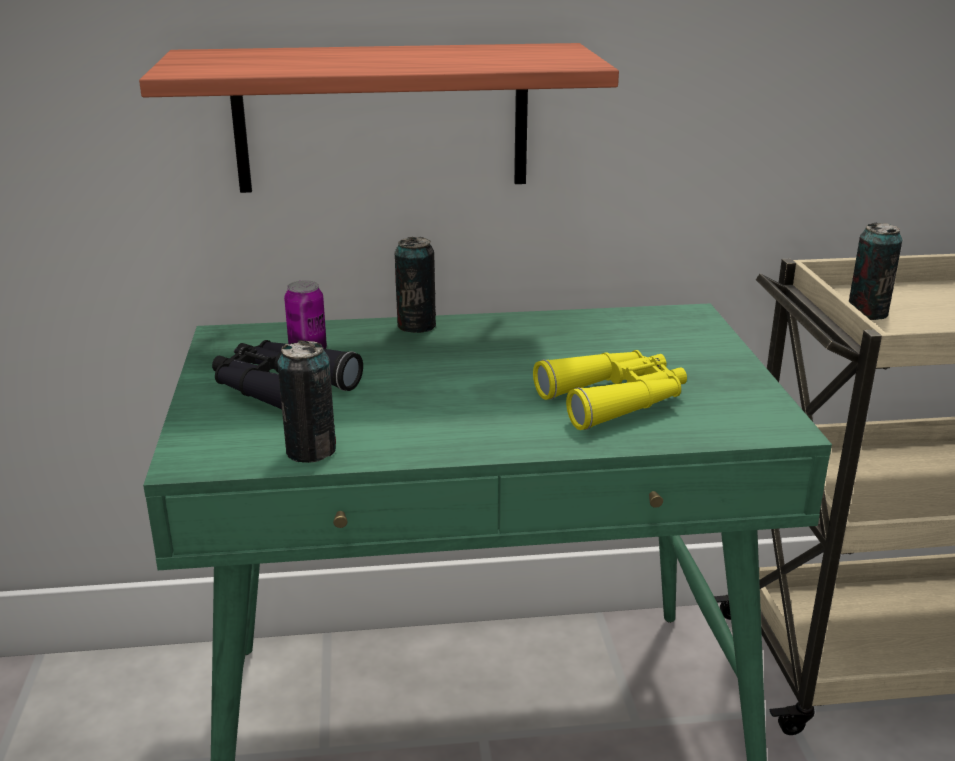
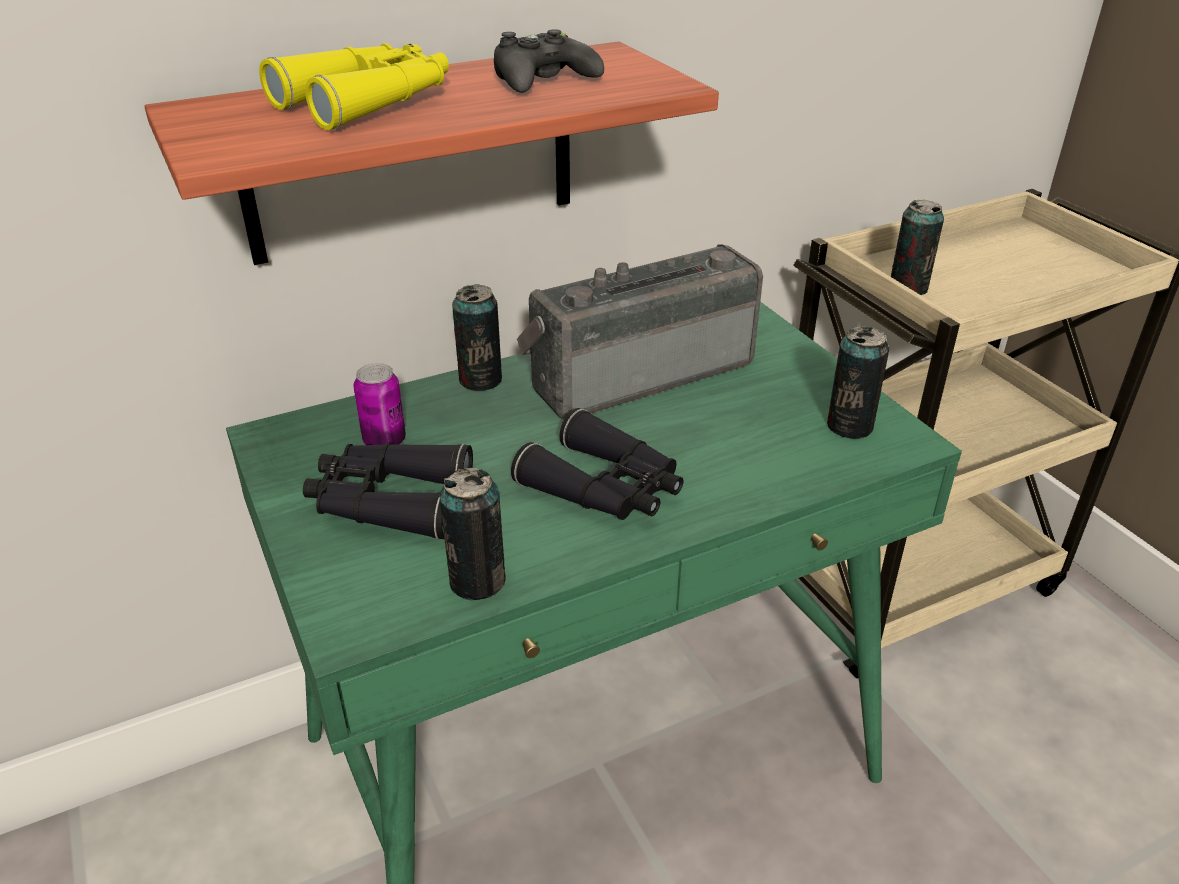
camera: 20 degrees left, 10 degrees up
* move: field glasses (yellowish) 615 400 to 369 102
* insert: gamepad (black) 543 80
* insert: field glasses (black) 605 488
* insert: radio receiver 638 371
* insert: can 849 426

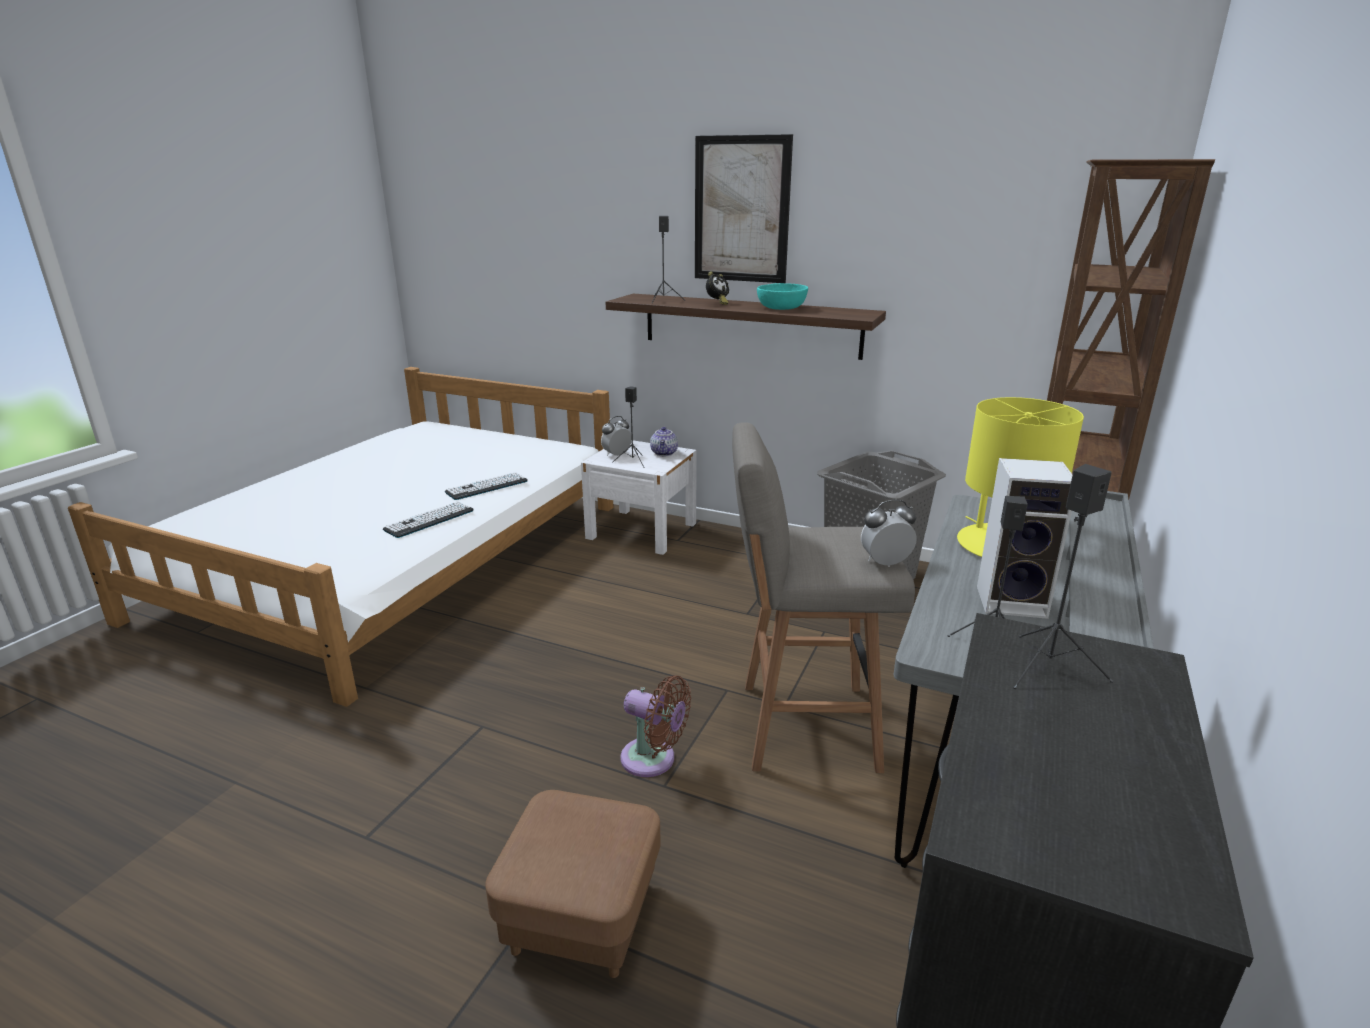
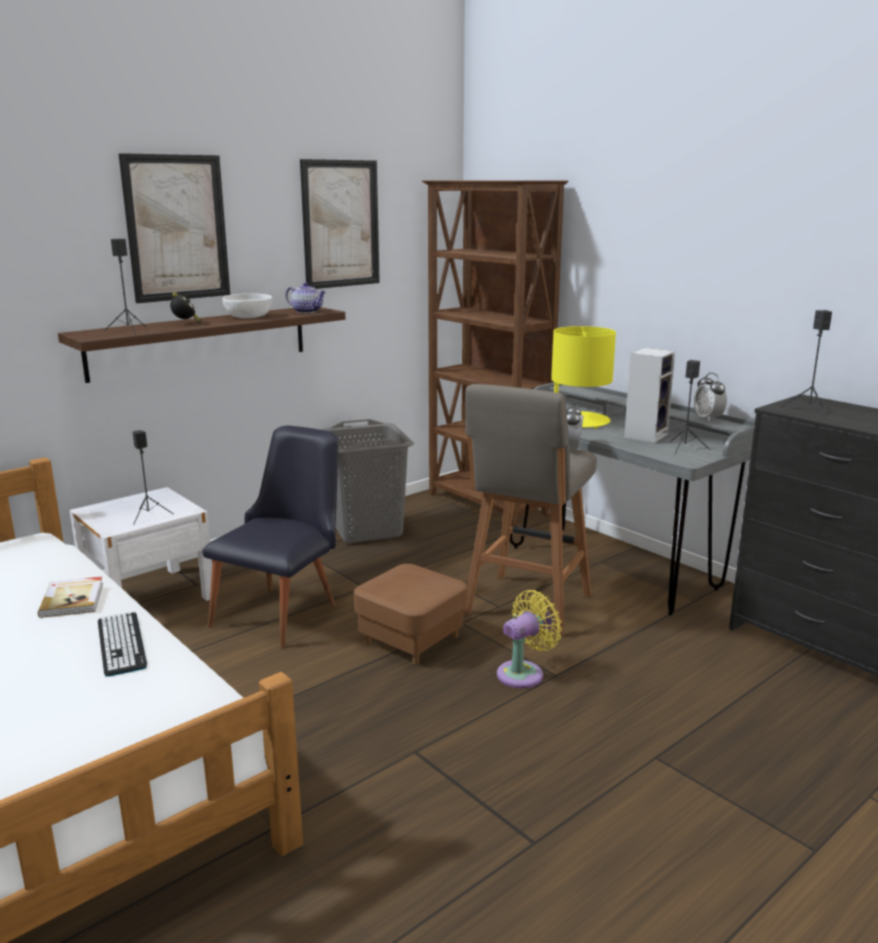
camera: 65 degrees left, 5 degrees down
* replace: keyboard 487 487 to volume 73 599
* insert: plain chair (black) 284 610
* recolor: bowl (blue-green) 781 308 to bowl (white) 248 316
* move: teapot 664 453 to 307 312
* insert: picture 341 224
* move: pouffe (brown) 581 916 to 411 639
* recolor: fan (brown) 653 760 to fan (yellowish) 524 673
* move: table clock 617 455 to 708 418

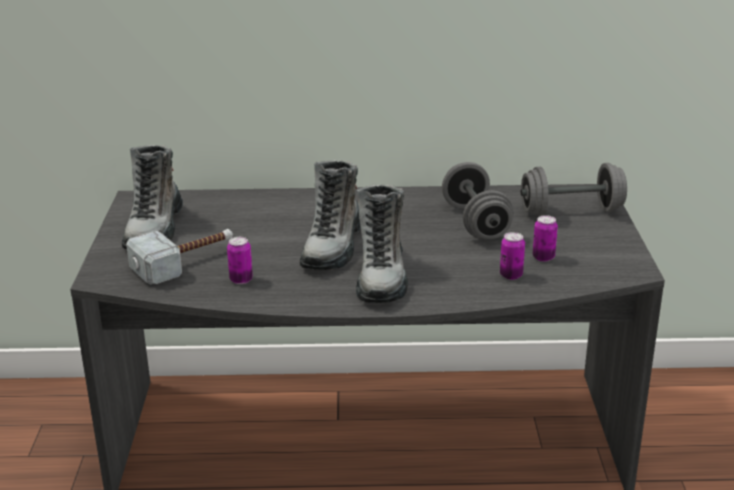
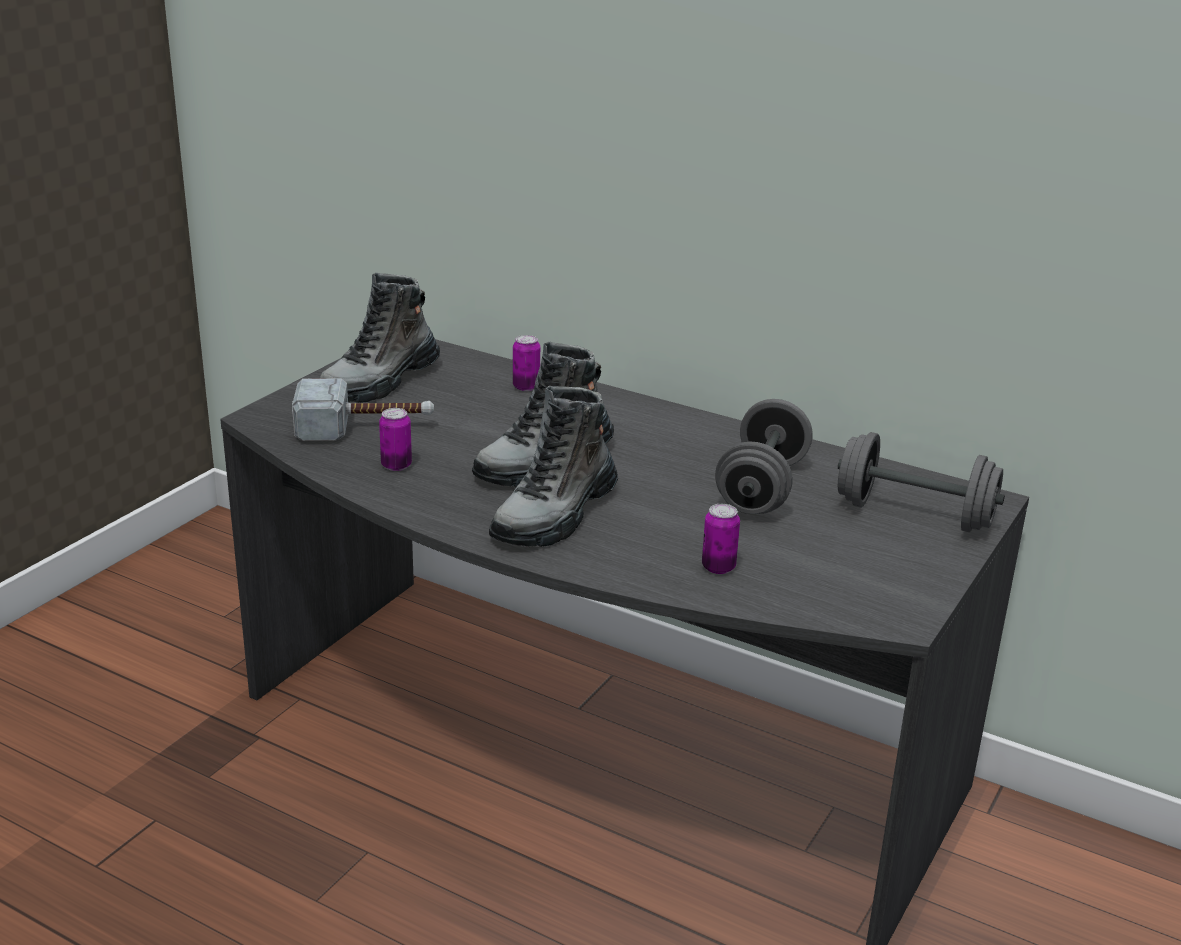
camera: 30 degrees right, 0 degrees up
* move: can 543 257 to 526 387

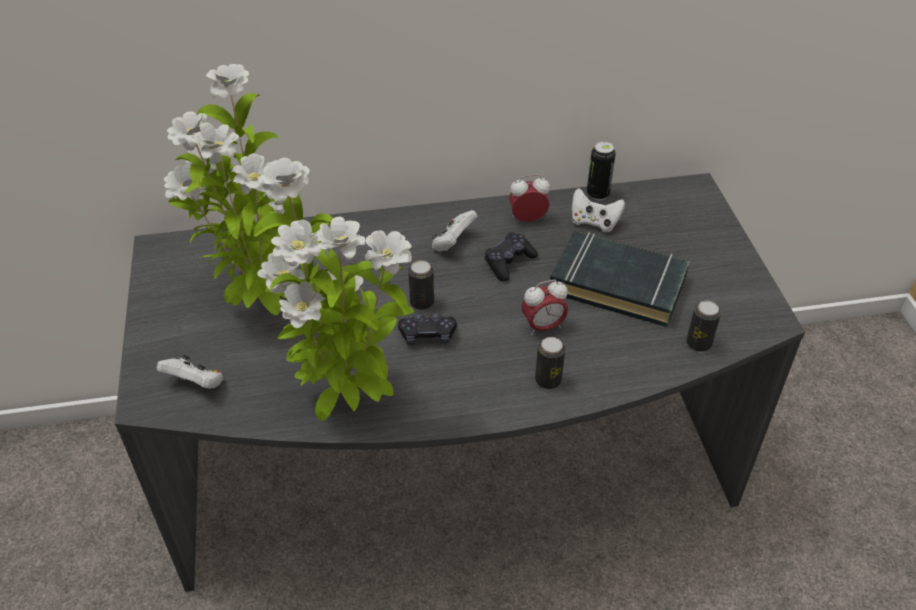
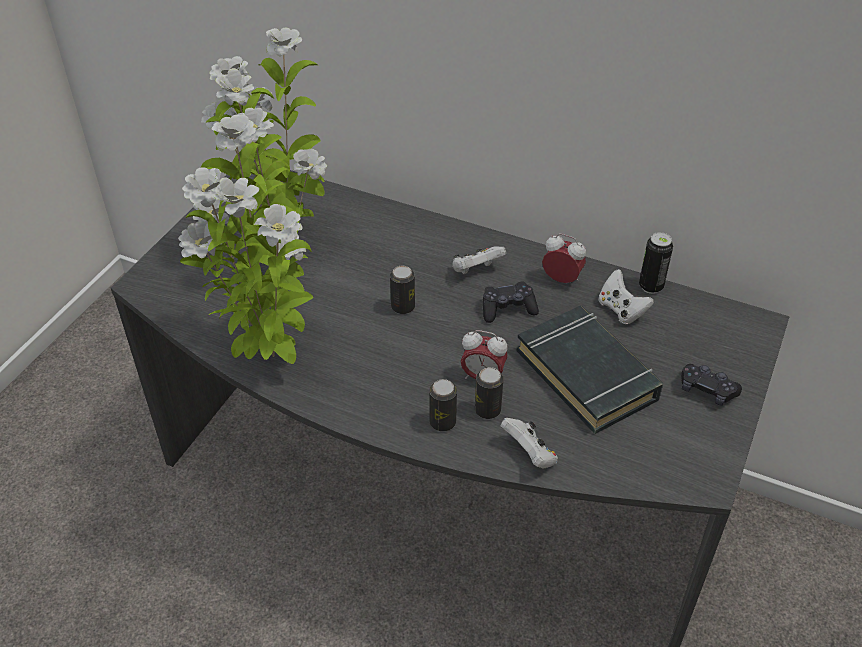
camera: 35 degrees right, 0 degrees up
* move: can 698 343 to 487 410
* move: gamepad (white) 196 384 to 529 455
* move: gamepad (black) 427 335 to 707 390

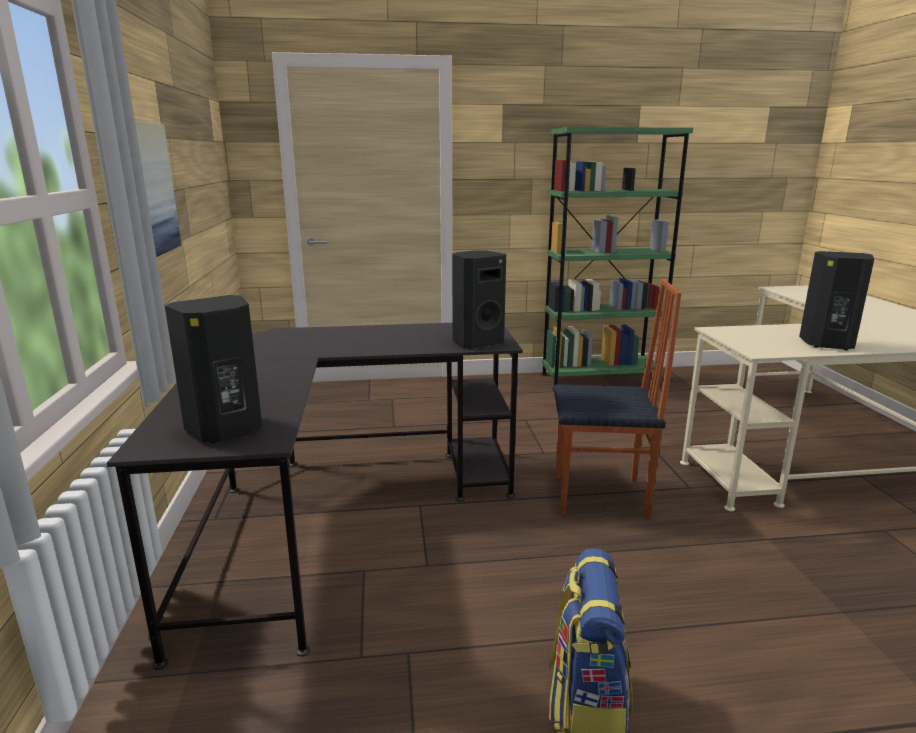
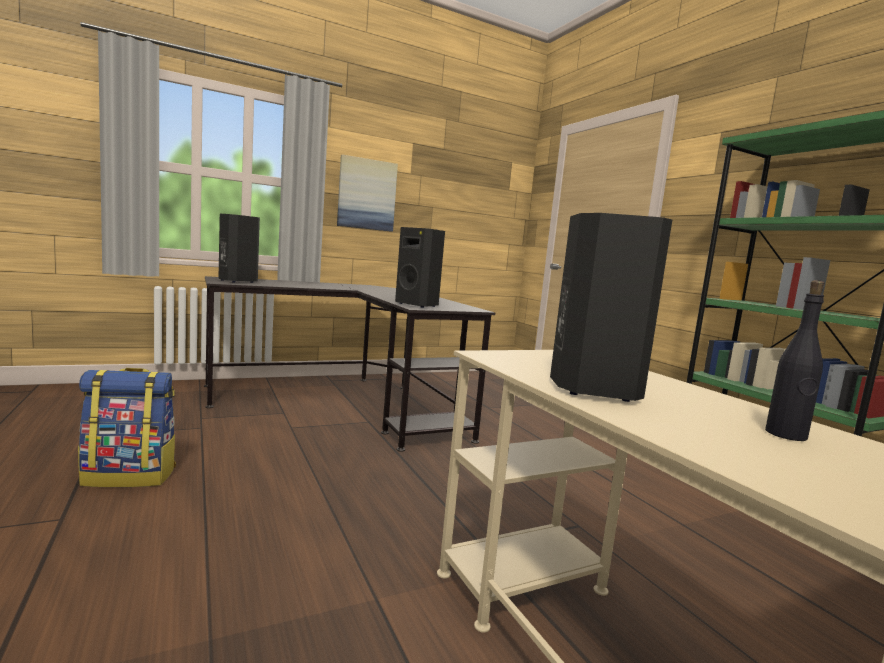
camera: 70 degrees right, 10 degrees down
* insert: bottle (black) 786 435
* delete: plain chair 601 497

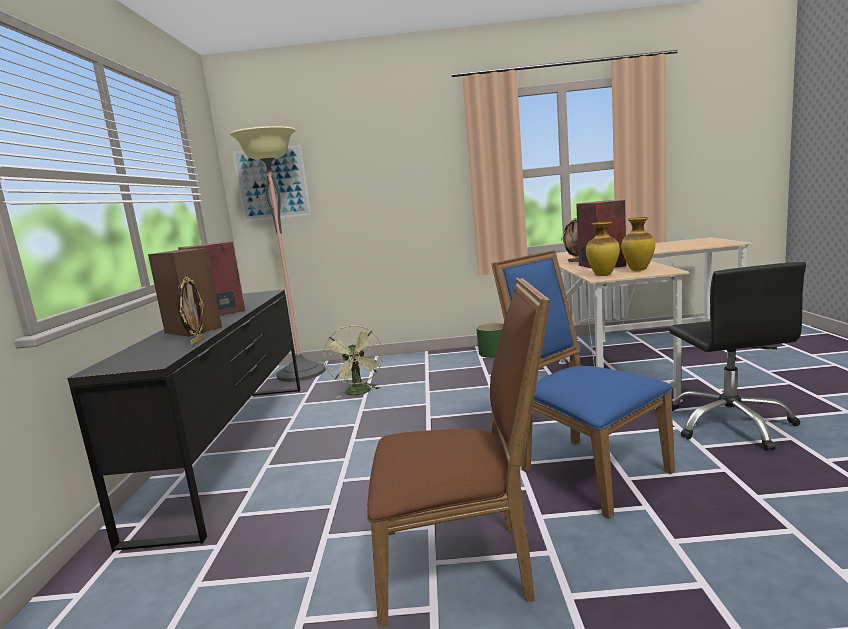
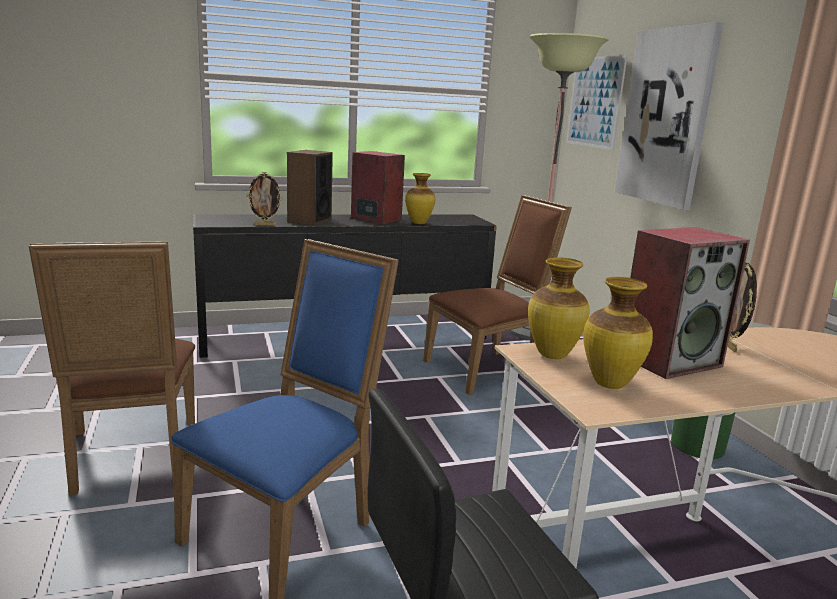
camera: 70 degrees right, 5 degrees up
* insert: flower vase 419 223
* replace: fan (green) 360 393 to plain chair (brown) 487 369
* insert: picture 666 117

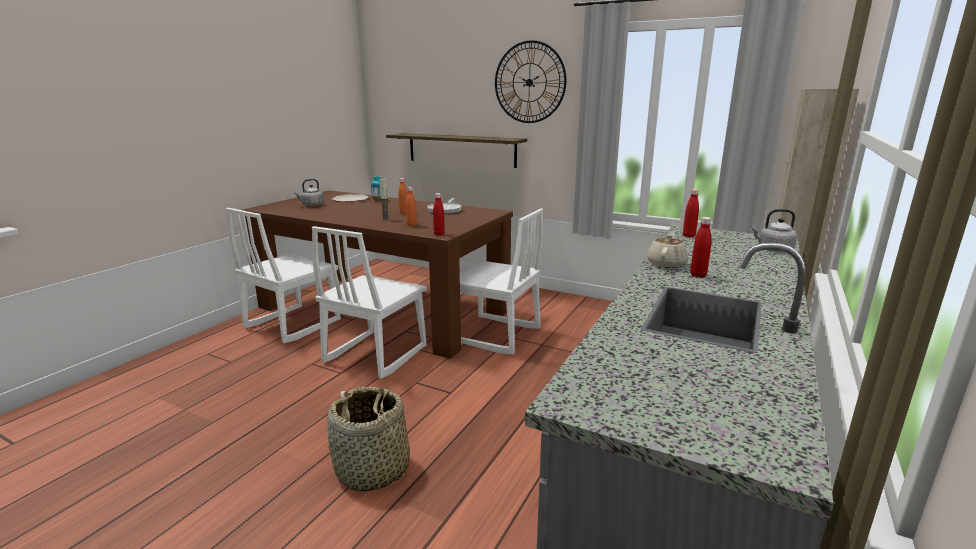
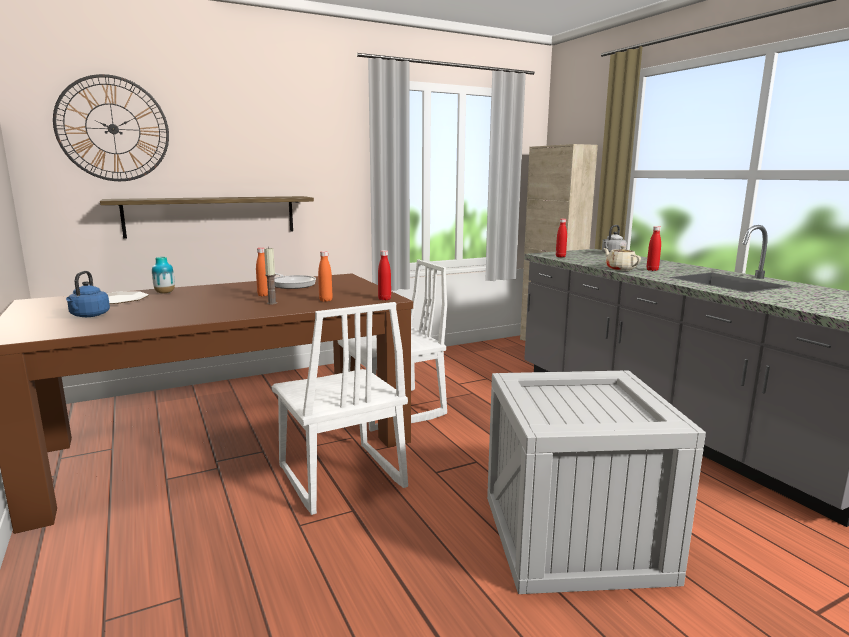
camera: 55 degrees left, 5 degrees down
* move: wall clock 529 82 to 113 129
* recolor: tea kettle (greyish) 311 205 to tea kettle (bluish) 89 315
* replace: household basket 373 470 to packing crate 577 538
* delete: plain chair (white) 292 324

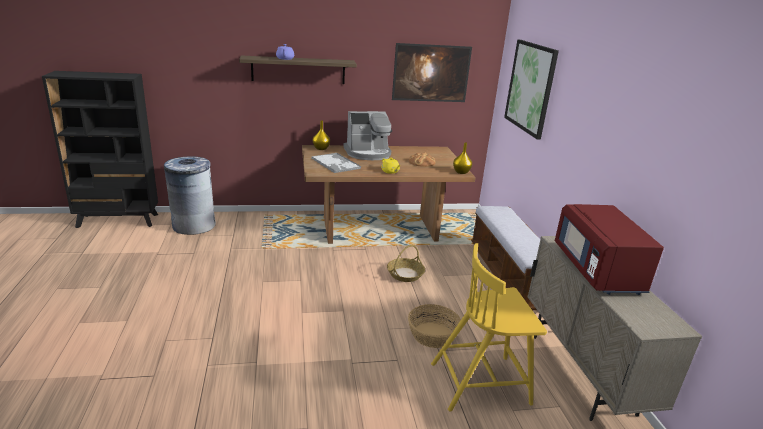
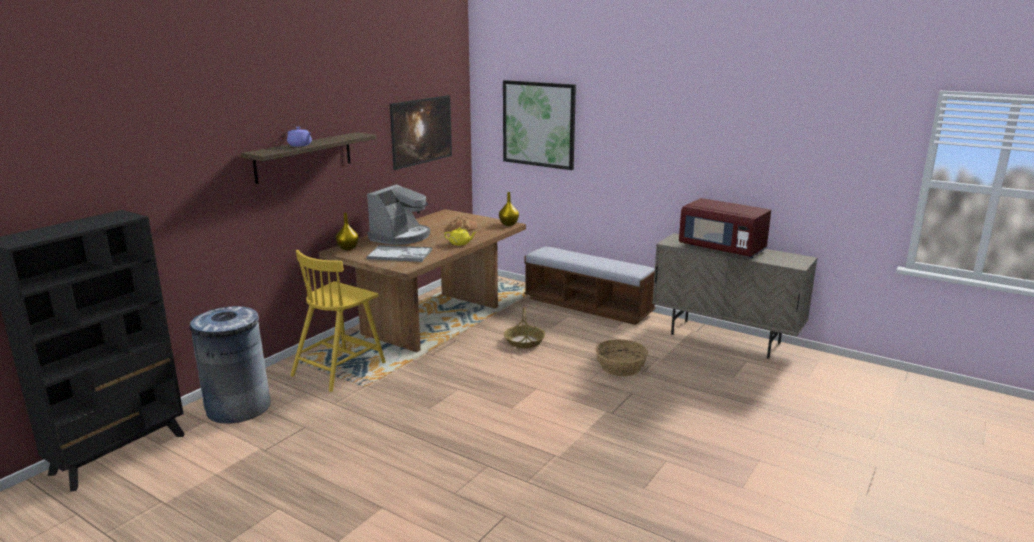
camera: 45 degrees left, 5 degrees down
* move: plain chair (yellowish) 481 383 to 340 368

